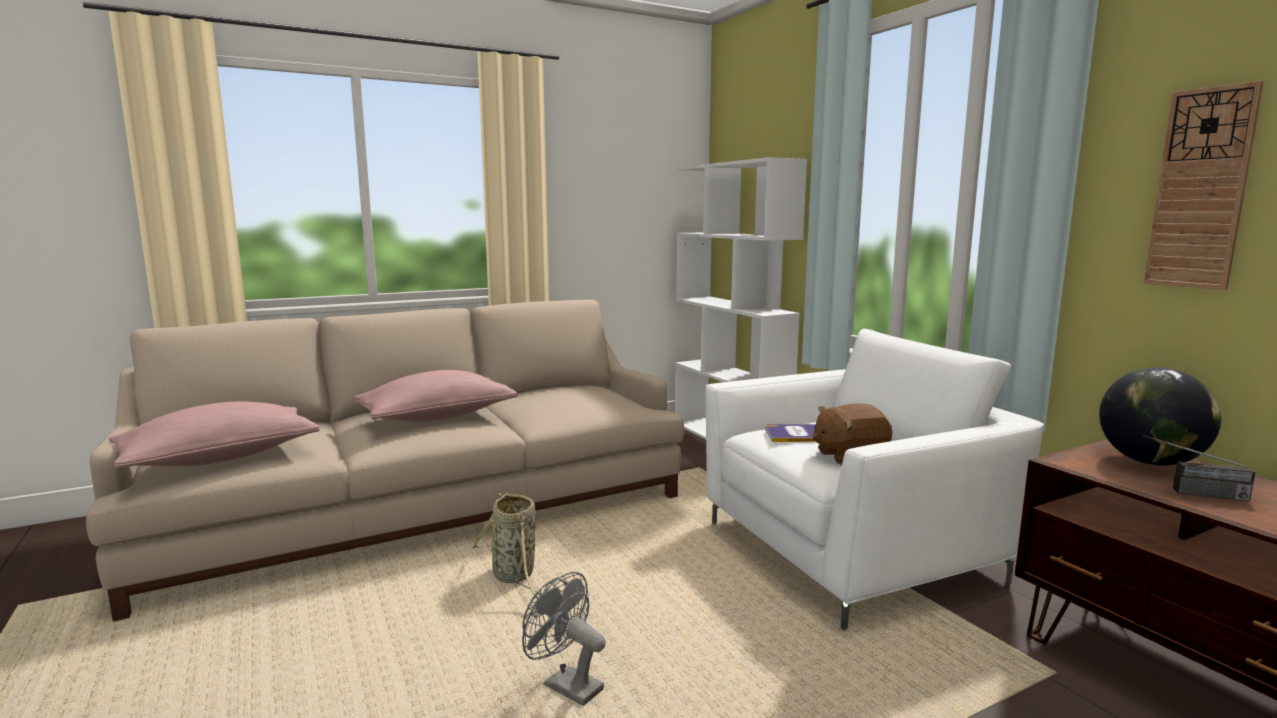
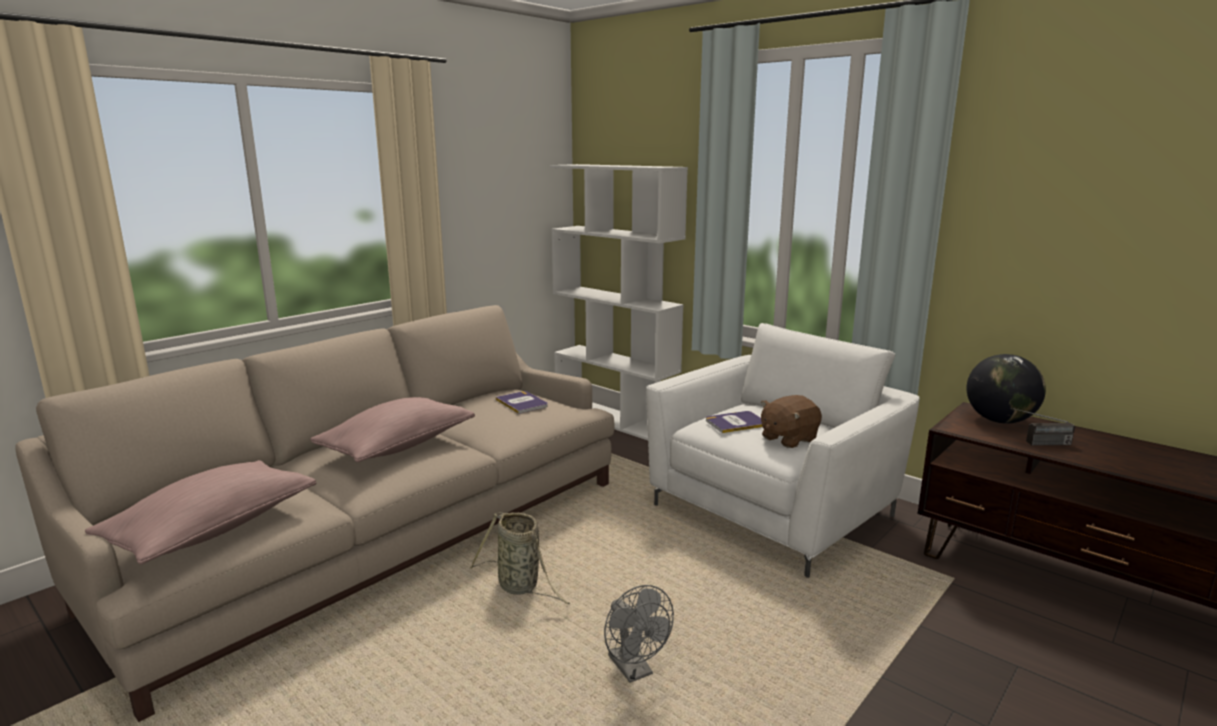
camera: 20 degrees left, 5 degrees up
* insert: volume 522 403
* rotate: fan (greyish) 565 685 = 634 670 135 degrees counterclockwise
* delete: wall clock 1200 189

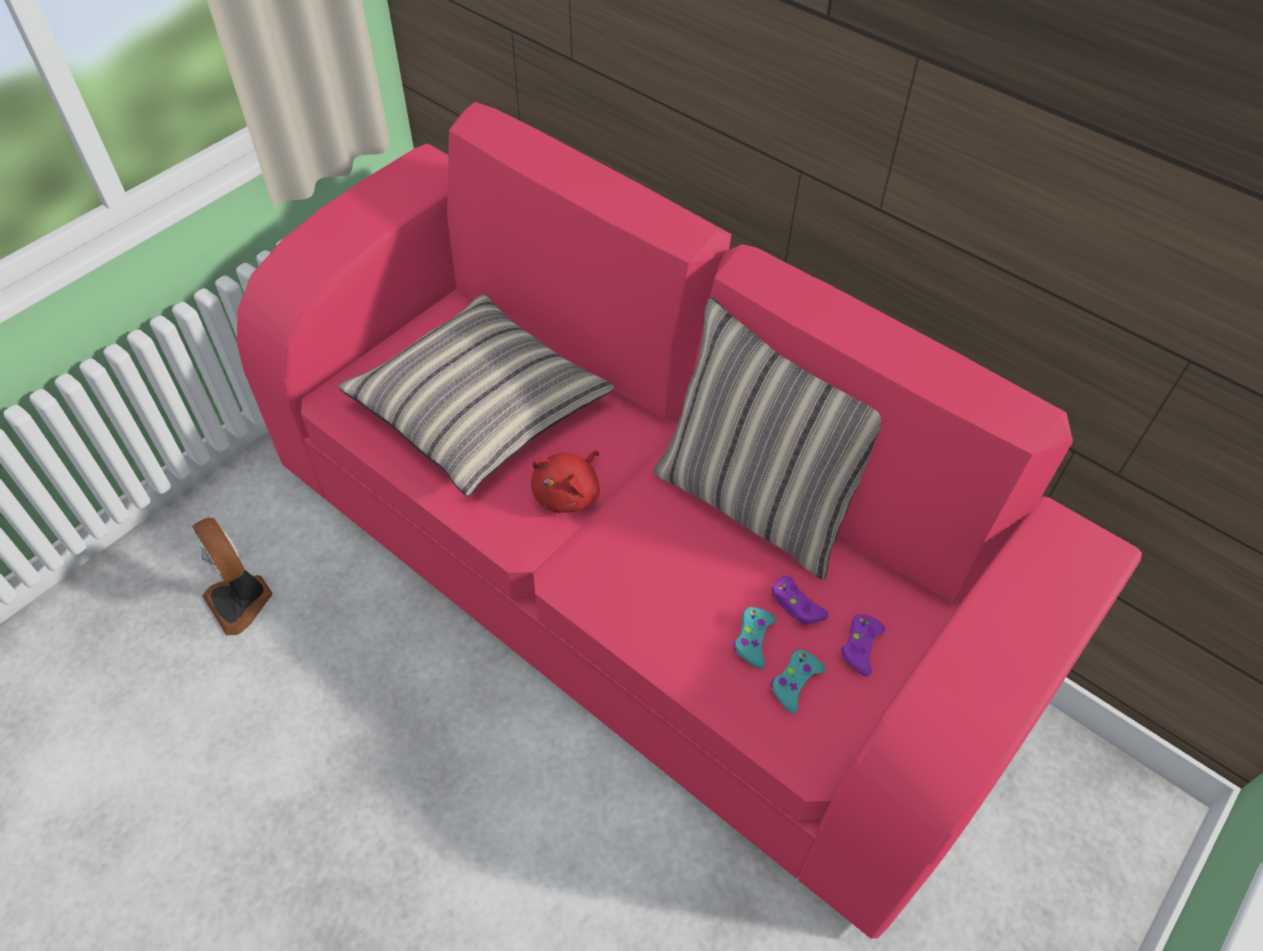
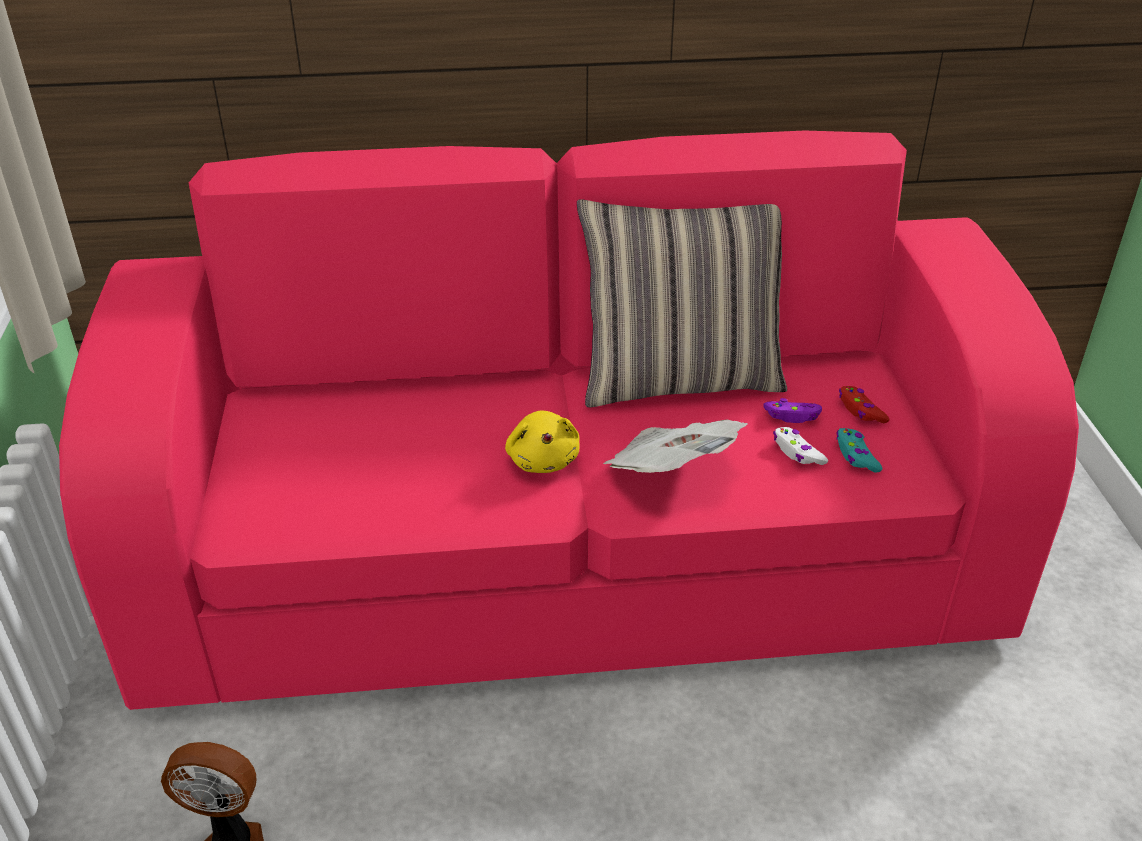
camera: 45 degrees left, 15 degrees down
* recolor: cuddly toy (red-coloured) 569 493 to cuddly toy (yellowish) 543 459
* insert: printed paper 671 472
* recolor: gamepad (blue-green) 752 640 to gamepad (white) 797 452
* recolor: gamepad (purplish) 860 647 to gamepad (red-coloured) 860 410
* delete: throw pillow 479 408

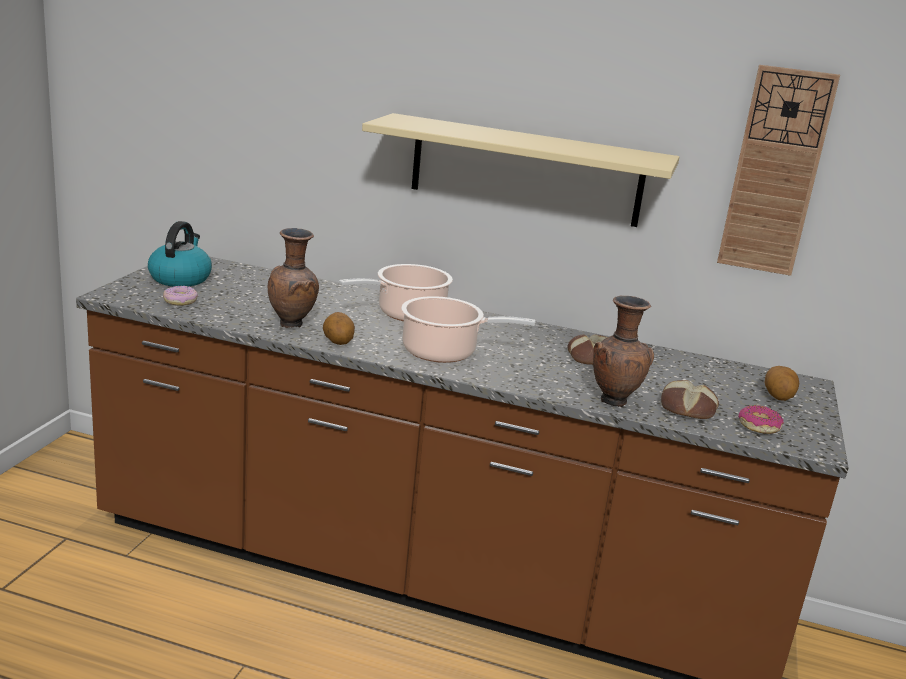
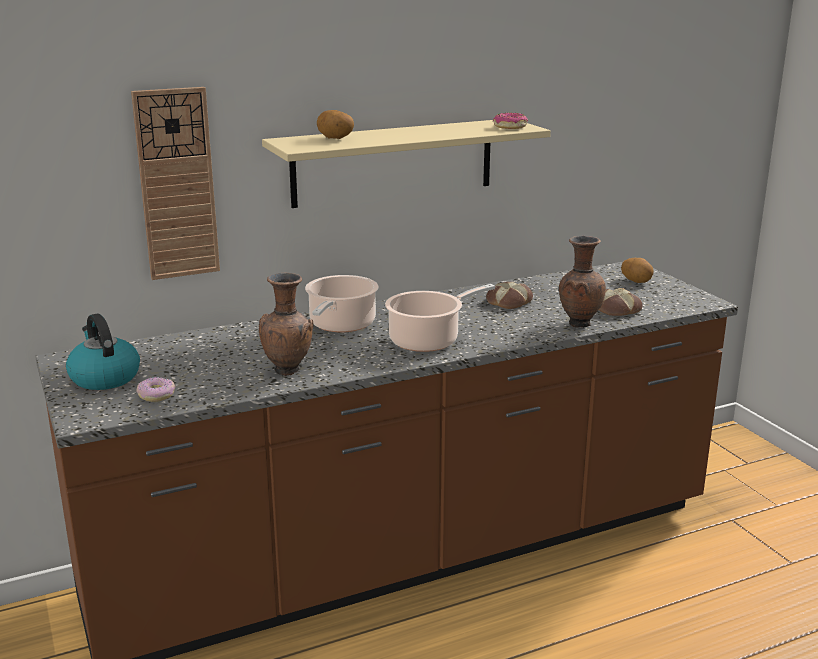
camera: 40 degrees left, 0 degrees up
* move: wall clock 775 172 to 177 184
* move: potato 337 343 to 335 138
* move: doughnut 758 426 to 509 127

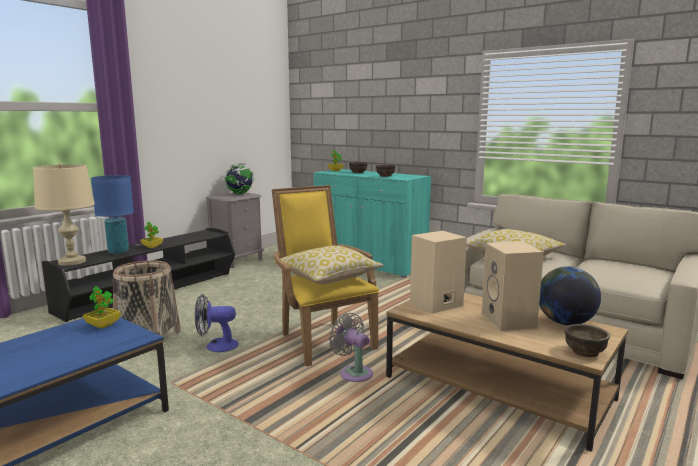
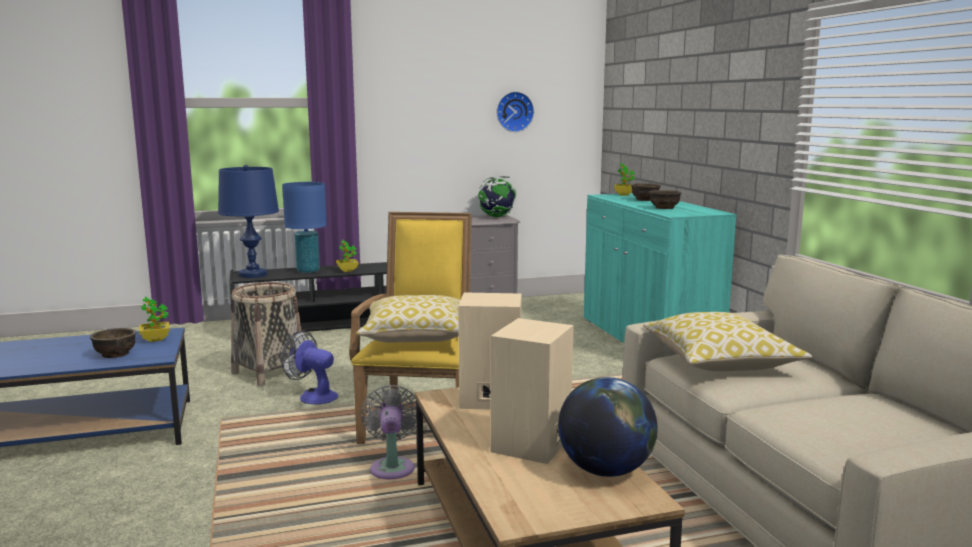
camera: 35 degrees right, 0 degrees up
* move: bowl (brown) 585 352 to 115 354
* recolor: lamp for a table (beige) 72 262 to lamp for a table (bluish) 253 274
* insert: wall clock 514 111

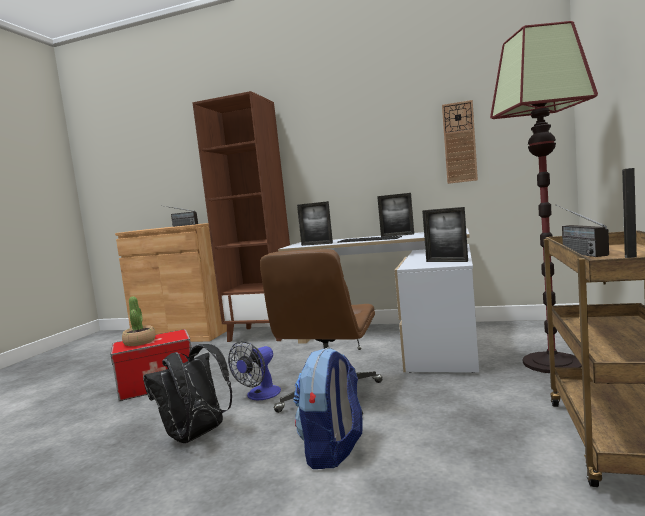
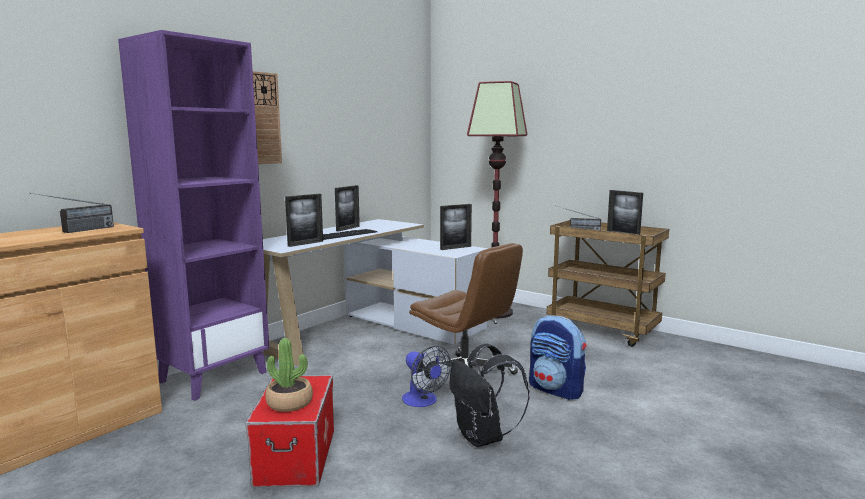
camera: 70 degrees left, 5 degrees up
* recolor: shelving unit (brown) 263 334 to shelving unit (purplish) 213 376
* move: wall clock 459 142 to 264 118

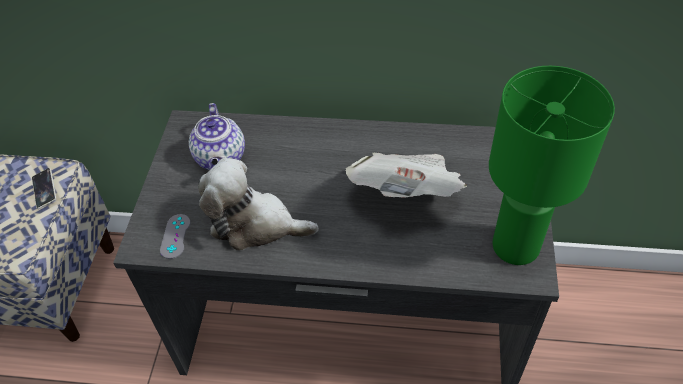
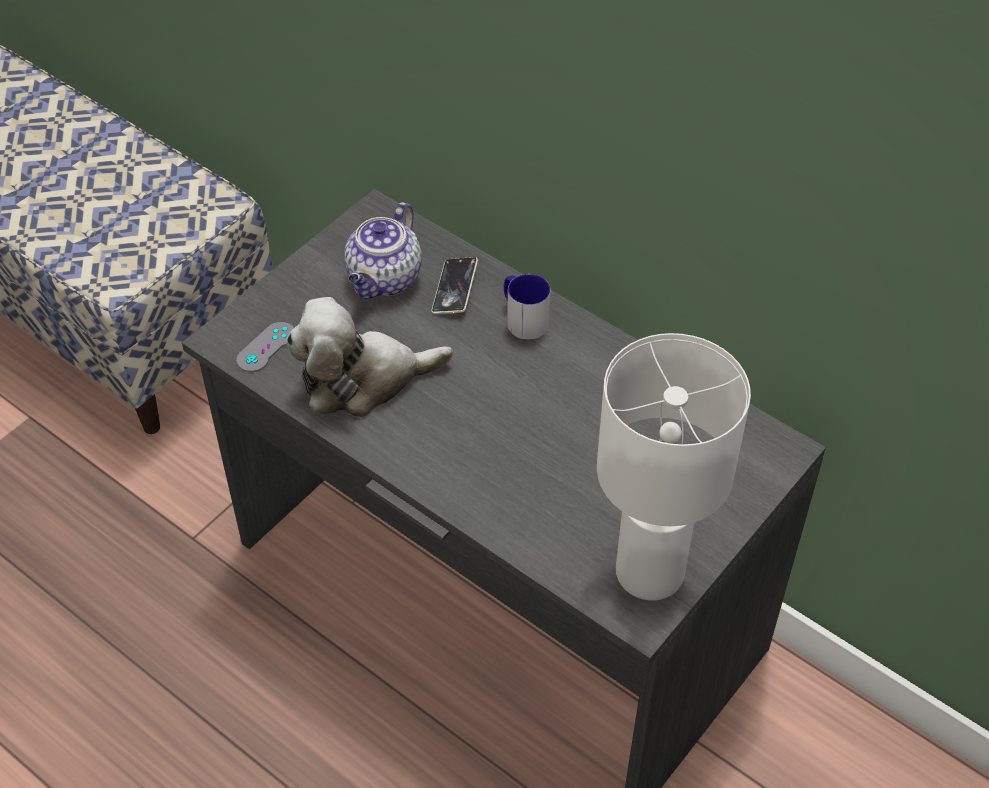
camera: 30 degrees right, 0 degrees up
* rotate: cuddly toy 255 224 = 363 380 60 degrees counterclockwise
* move: telephone 45 190 to 455 289
* insert: mug 523 319
* recolor: lamp for a table (green) 517 246 to lamp for a table (white) 651 573
* delete: printed paper 407 193

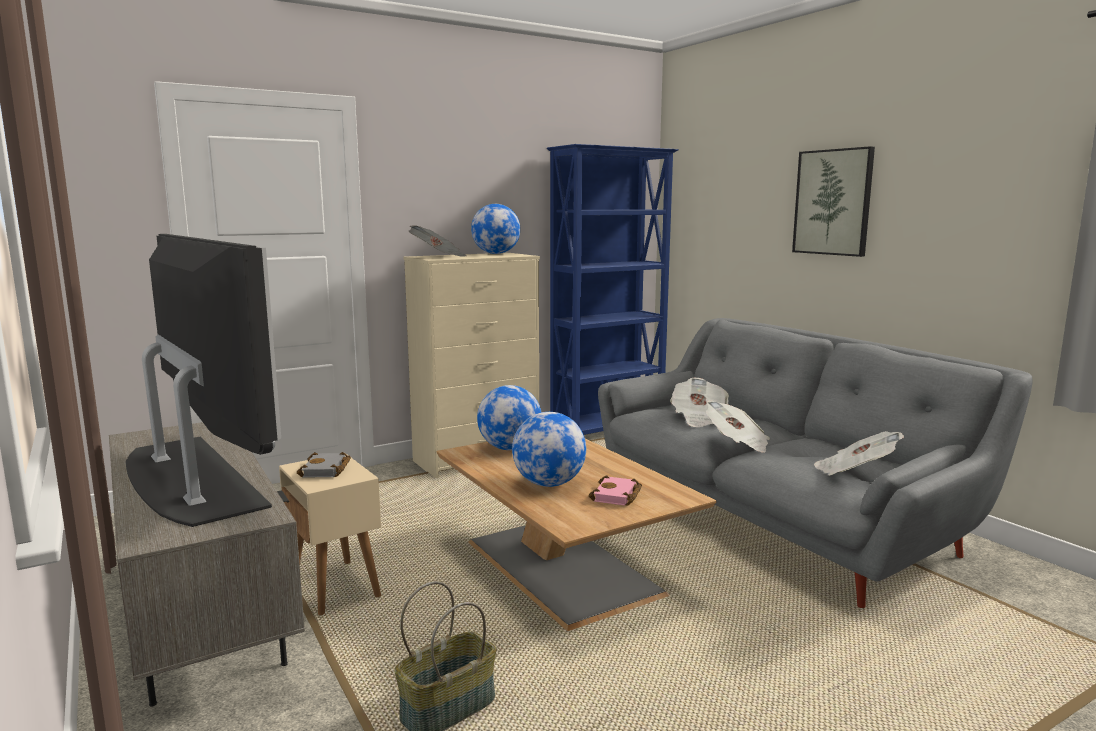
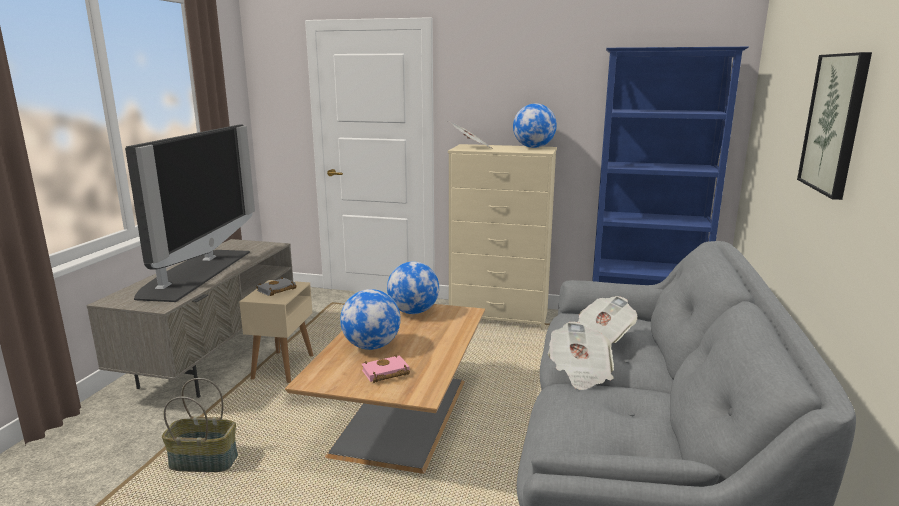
camera: 45 degrees right, 5 degrees up
* delete: printed paper 854 473

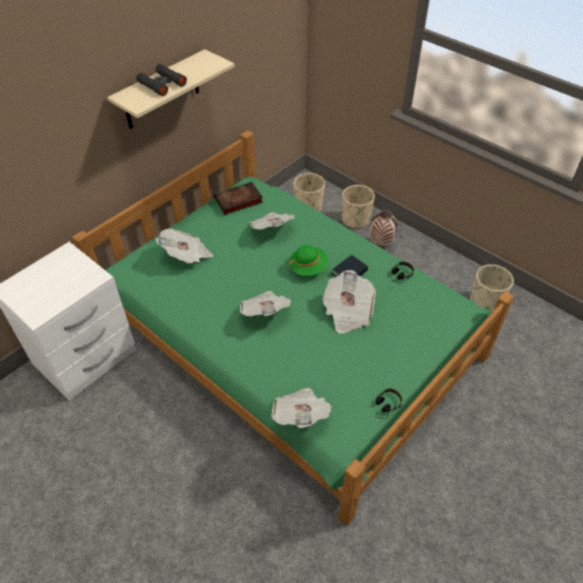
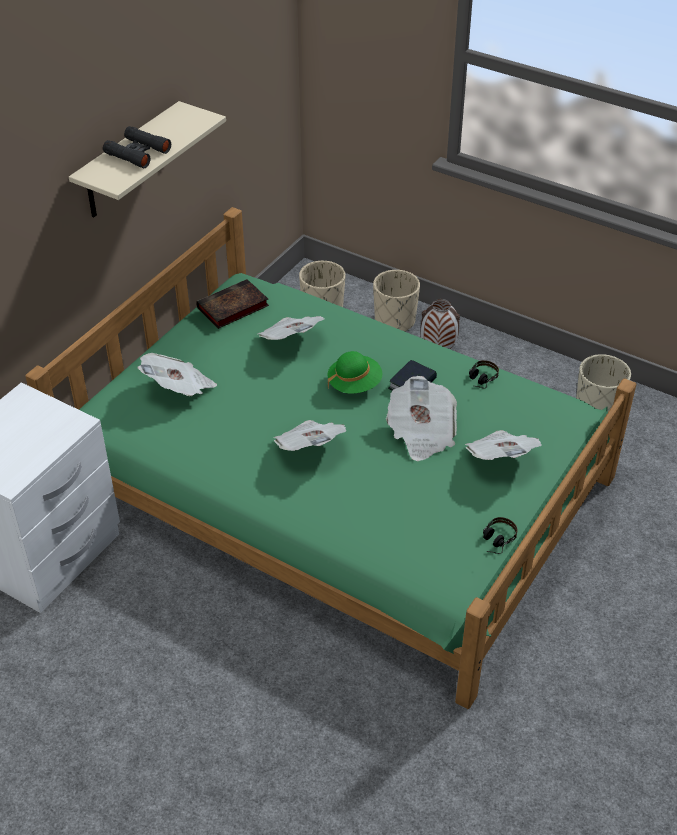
camera: 10 degrees left, 5 degrees down
* move: printed paper 301 415 to 500 459

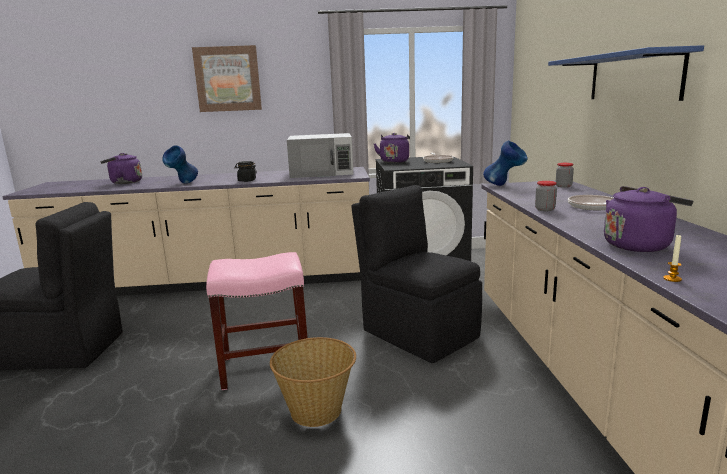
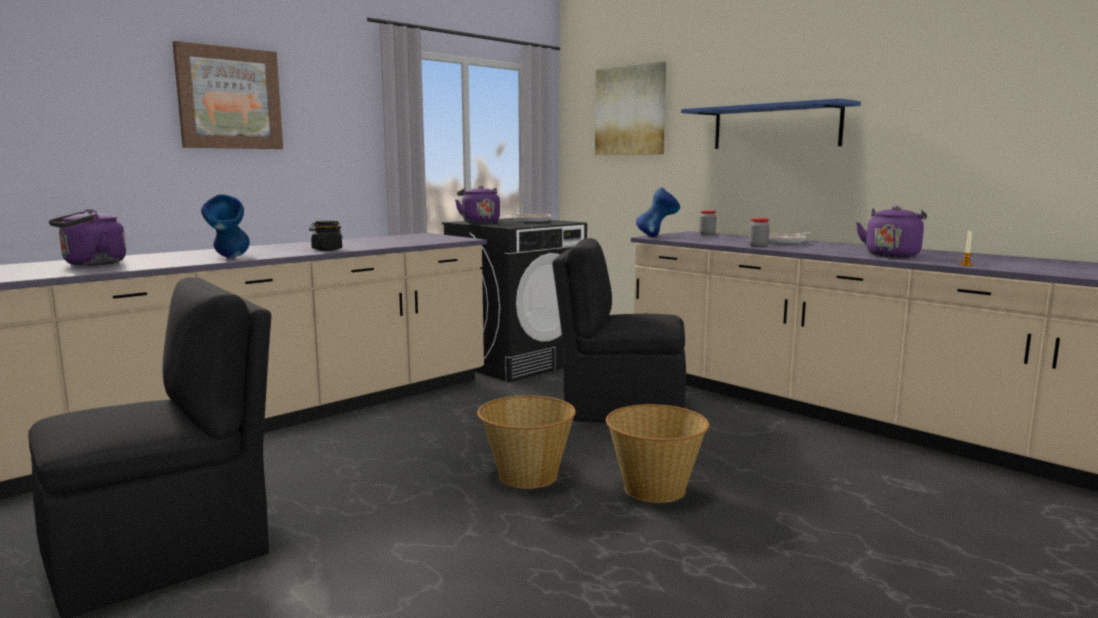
camera: 40 degrees left, 5 degrees down
* replace: sitting stool (pink) 266 366 to household basket 527 476
* insert: picture 630 111
* delete: kitchen microwave (white) 322 172

